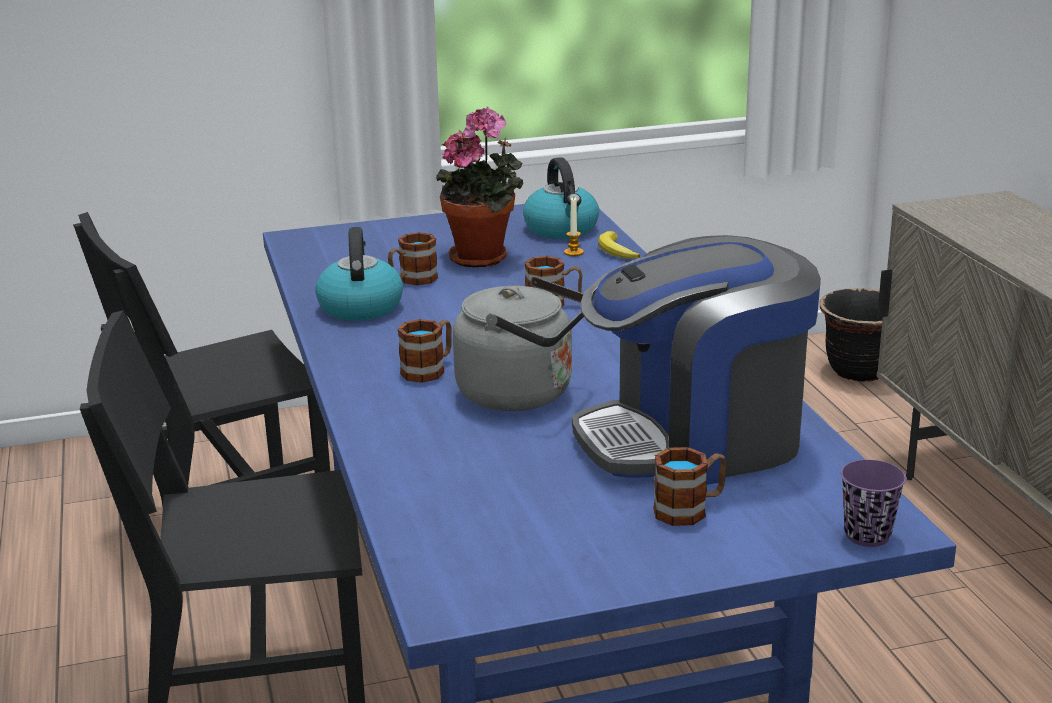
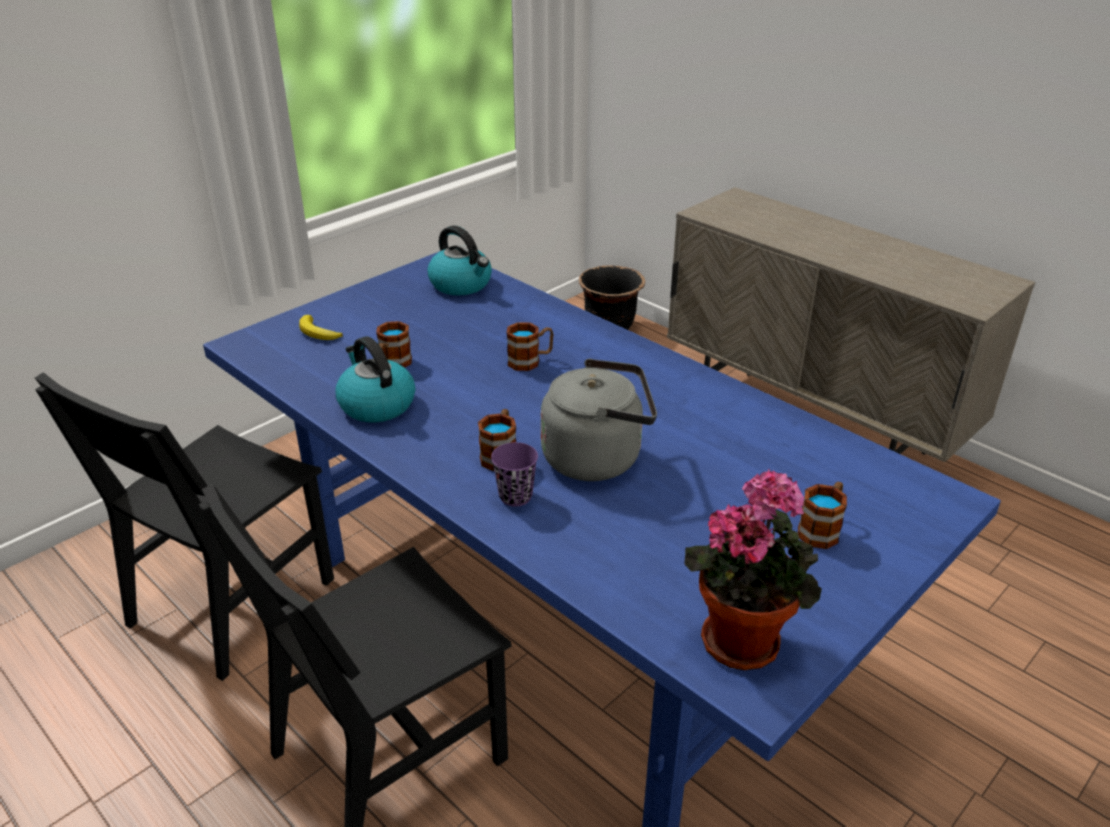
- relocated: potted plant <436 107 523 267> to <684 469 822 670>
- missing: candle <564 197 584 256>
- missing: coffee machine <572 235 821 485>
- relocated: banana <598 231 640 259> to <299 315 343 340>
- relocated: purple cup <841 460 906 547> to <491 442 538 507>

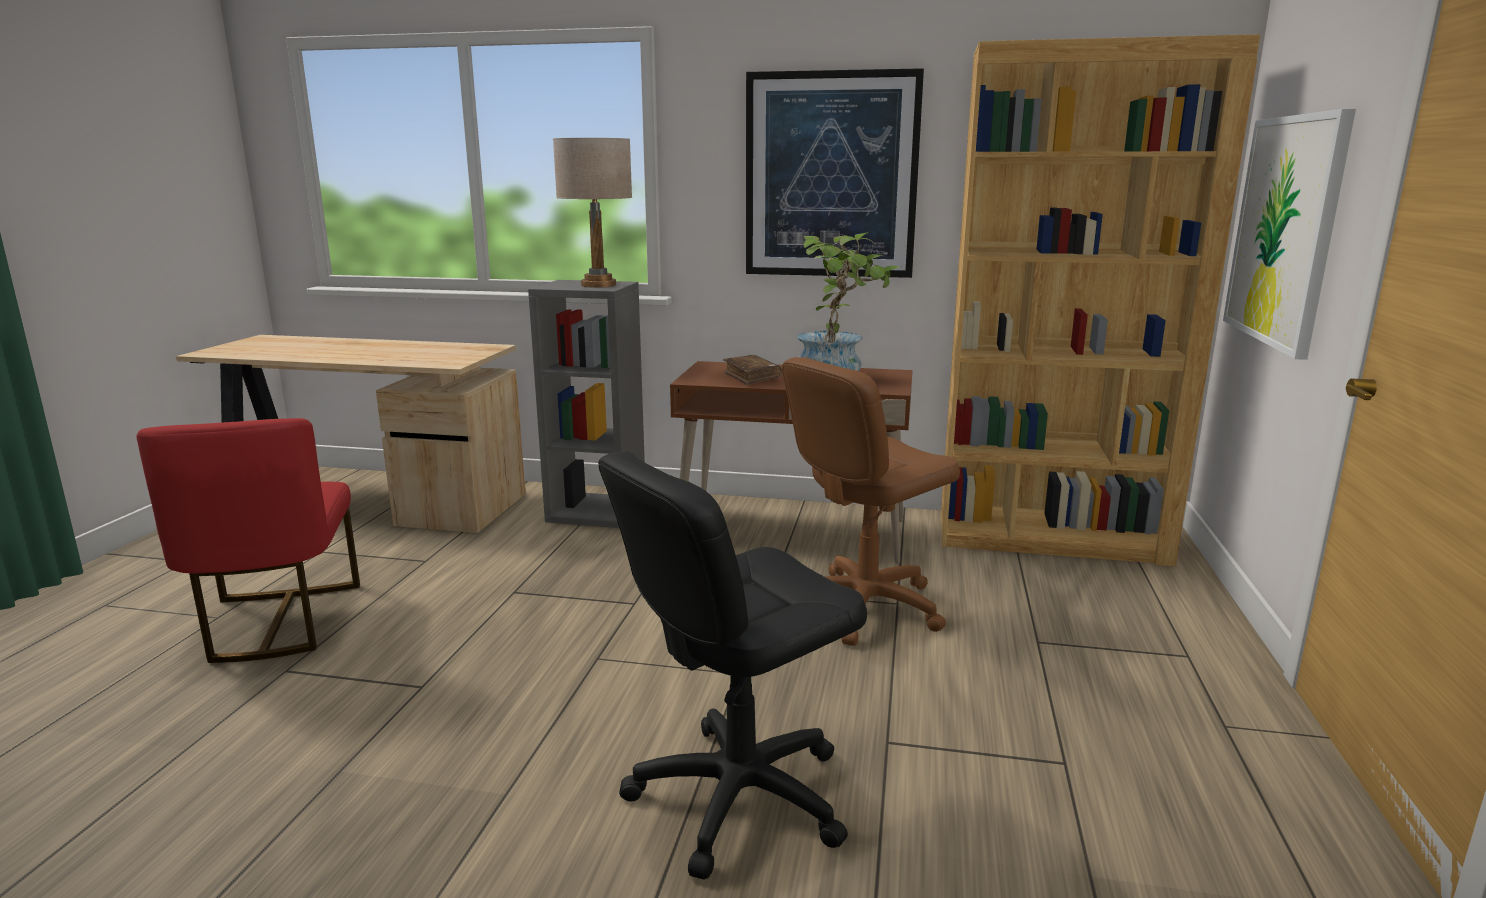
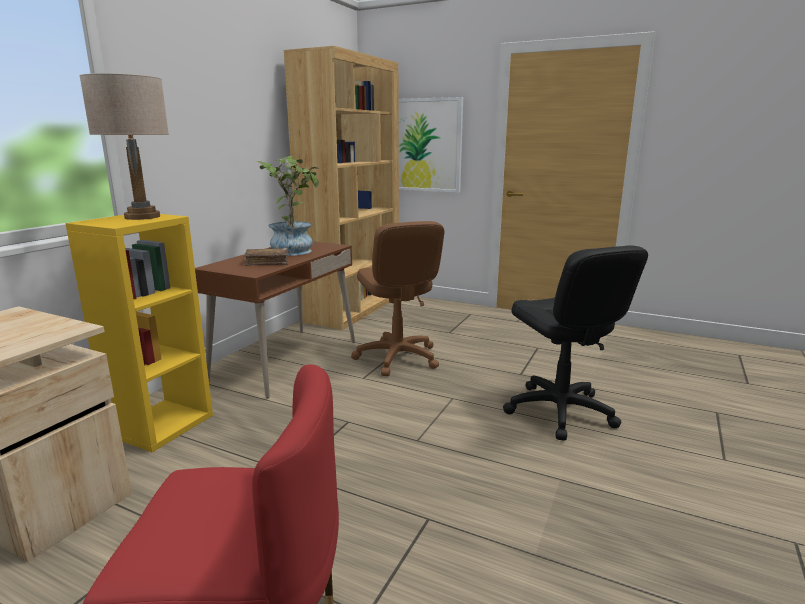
- colour: grey bookcase <528 280 645 528> to yellow bookcase <65 214 213 452>
- missing: picture <746 68 924 278>

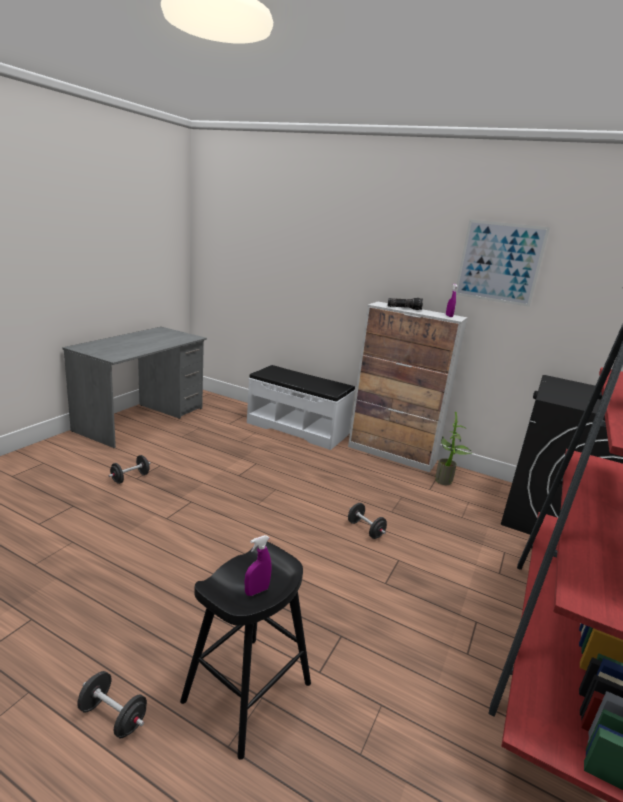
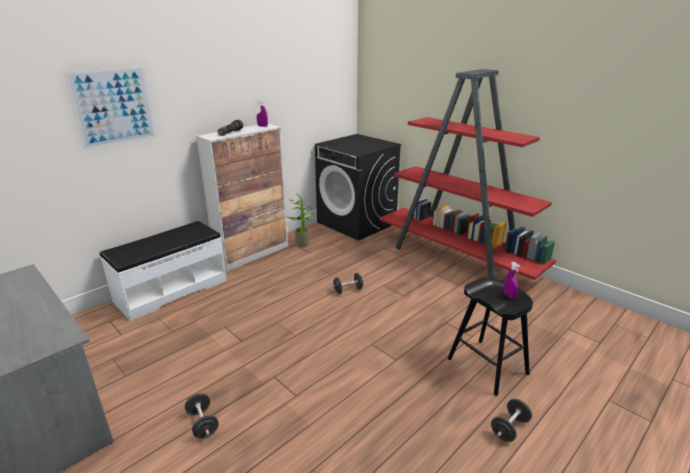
- relocated: picture <456 220 550 307> to <64 66 156 150>

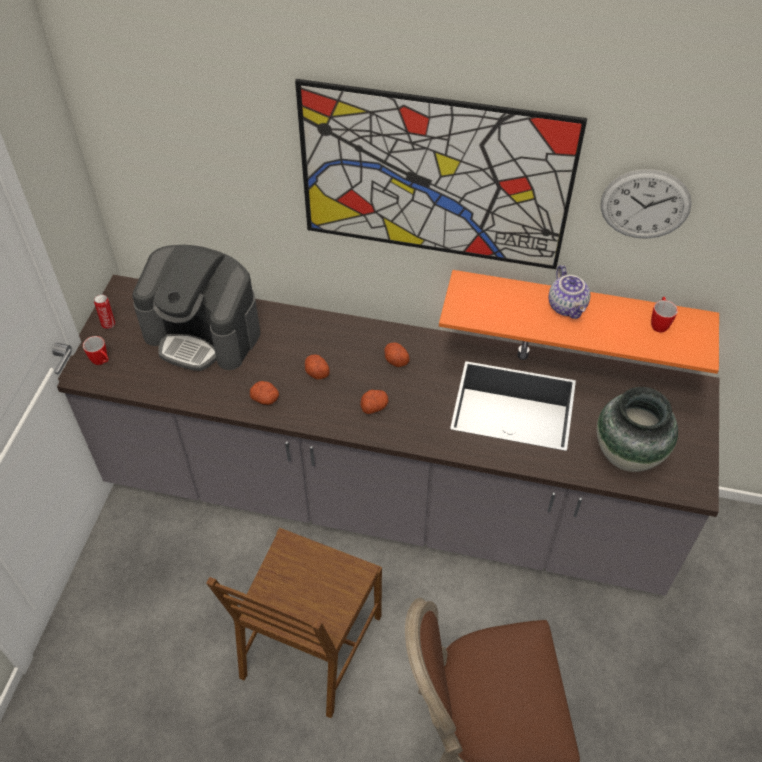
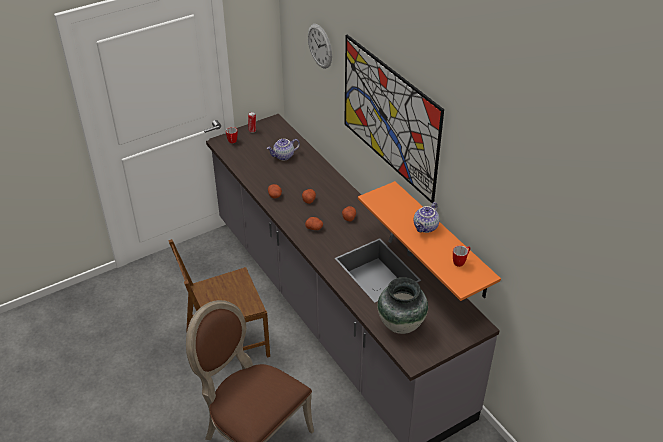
- exchanged: coffee machine <132 245 260 371> to teapot <267 139 300 161>
- relocated: wall clock <600 169 692 239> to <308 24 332 69>

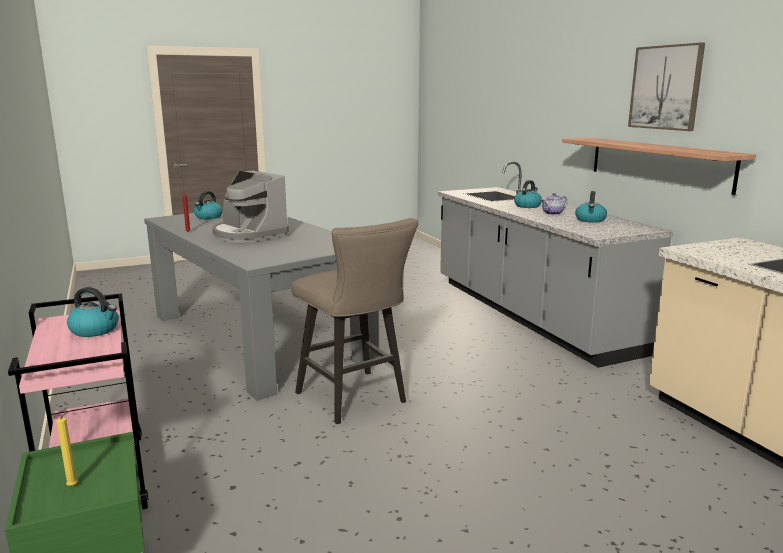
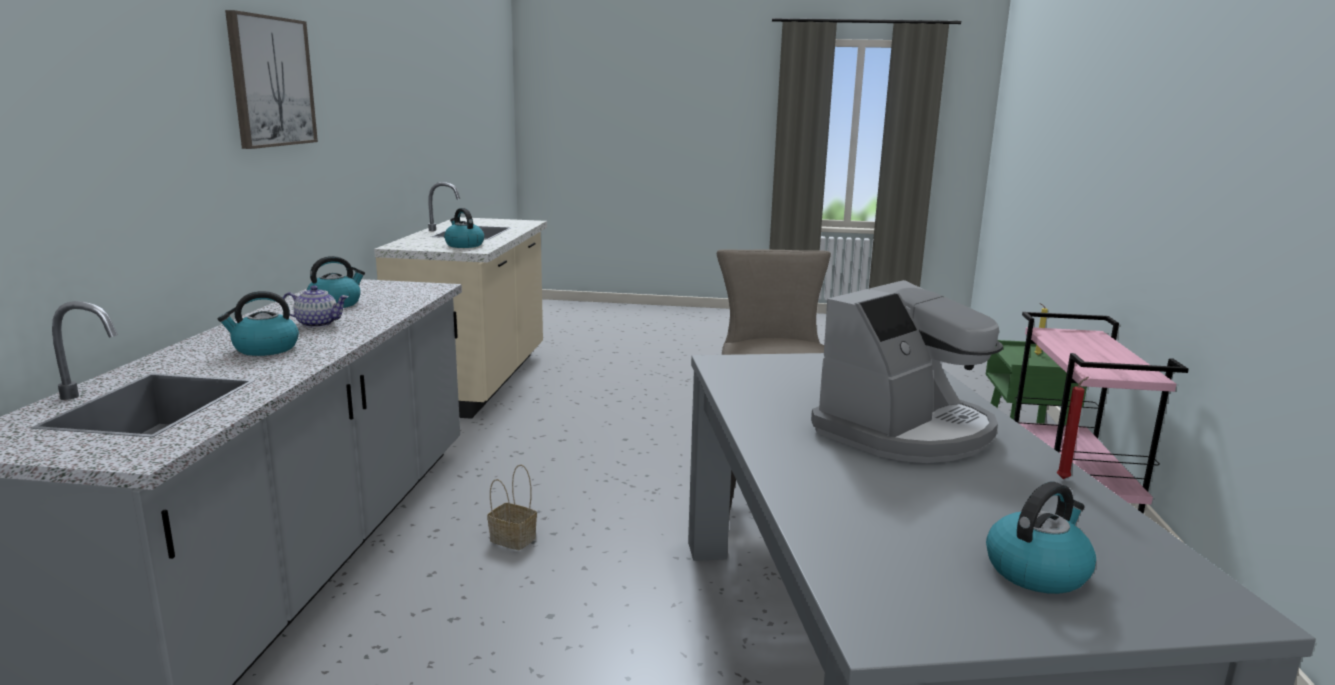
- relocated: kettle <67 287 119 337> to <444 208 484 248>
- spun: coffee machine <212 171 289 243> = <811 280 1003 463> 60 degrees clockwise
- missing: shelf <562 138 756 195>
- appeared: basket <487 465 537 550>

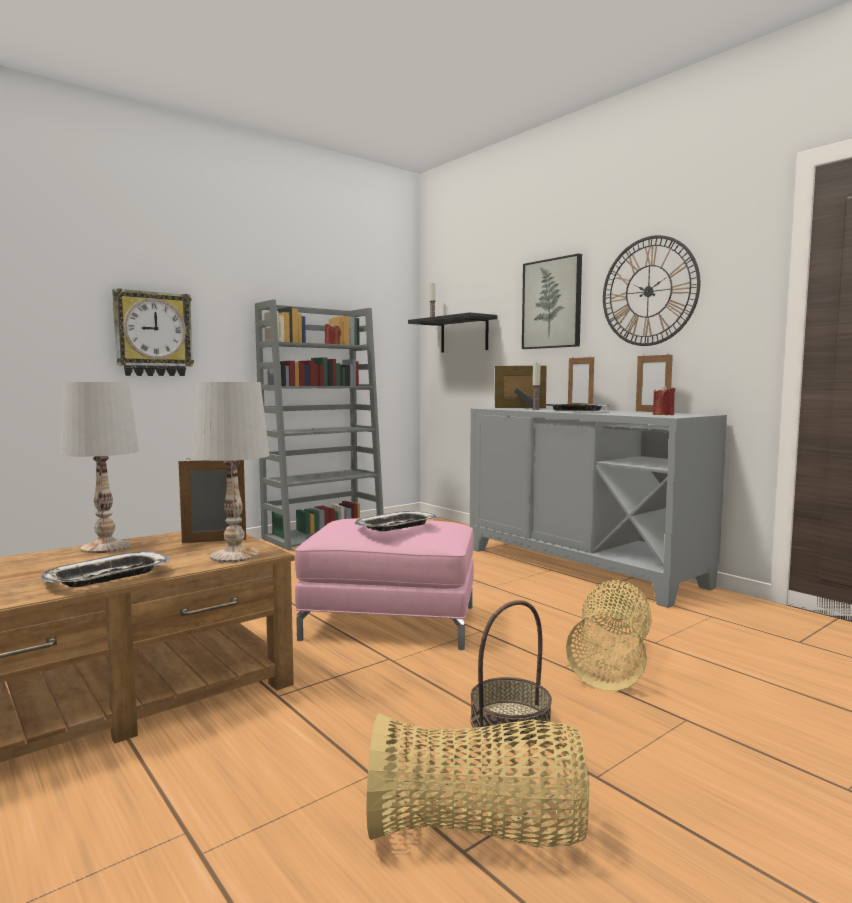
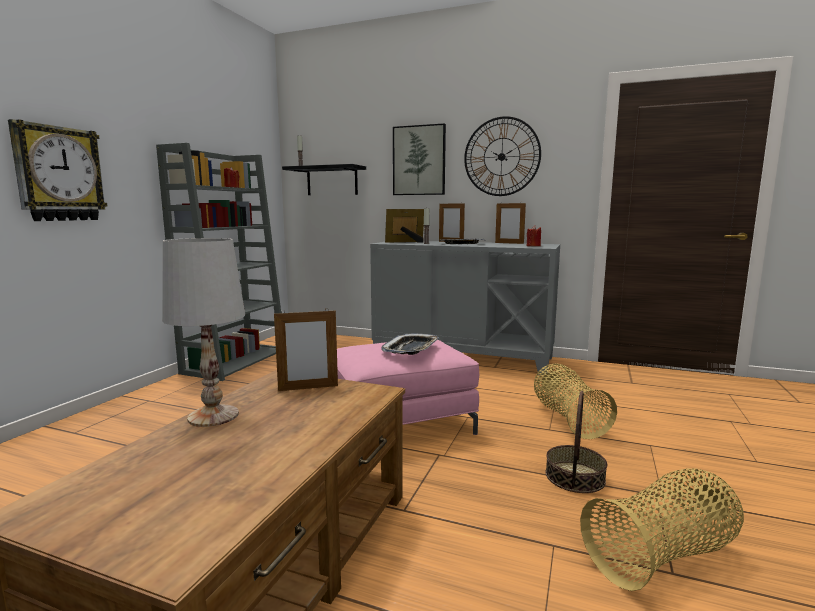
- missing: tray <41 551 171 587>
- spun: picture frame <179 458 246 543> = <274 308 338 391> 150 degrees counterclockwise
- missing: white table lamp <192 382 270 563>

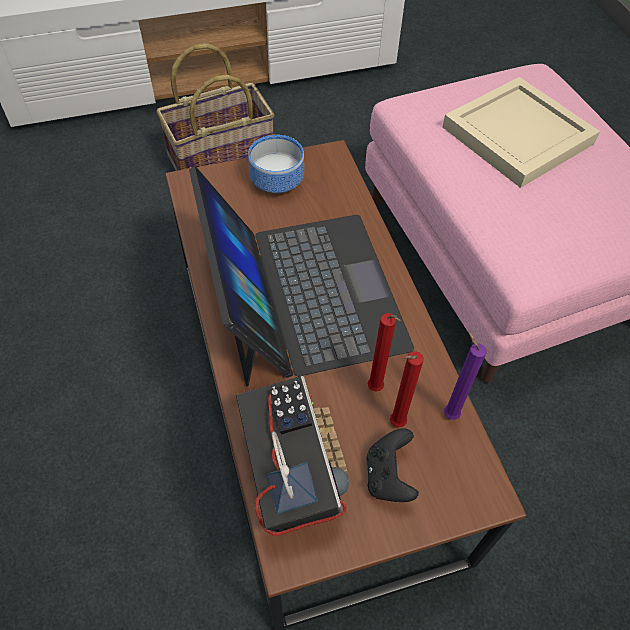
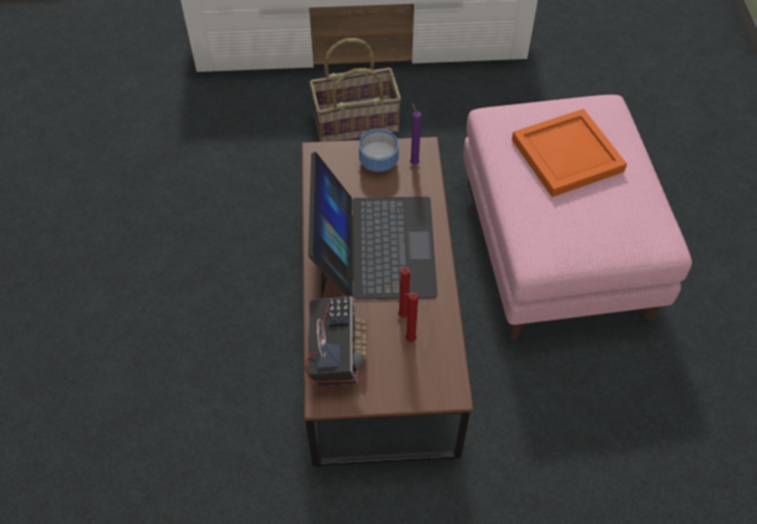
- missing: black game controller <366 428 419 502>
- colour: beige tray <442 77 600 188> to orange tray <512 109 627 197>
- relocated: purple candle <444 331 487 420> to <410 103 421 165>

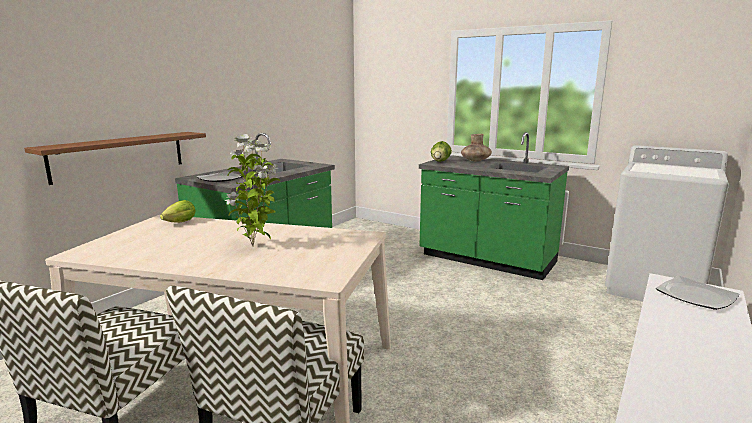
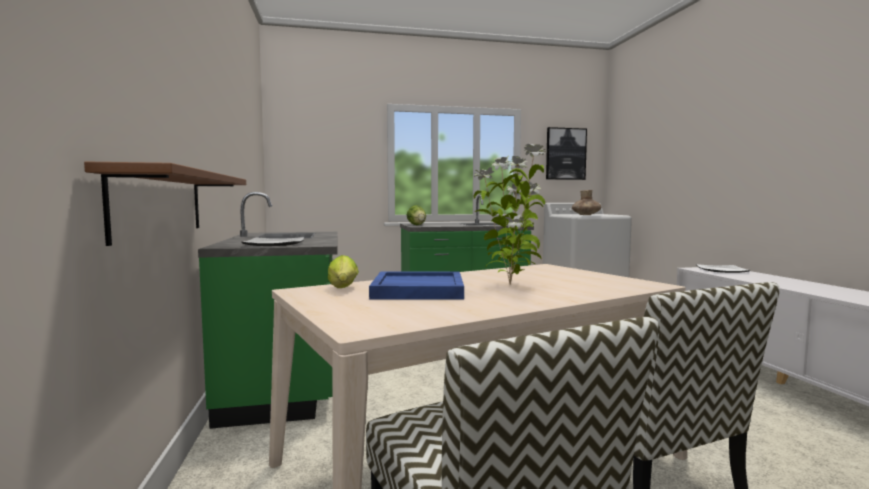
- relocated: brown vase <461 134 492 161> to <572 190 601 215>
- appeared: blue tray <369 272 464 299>
- appeared: picture <546 127 587 180>

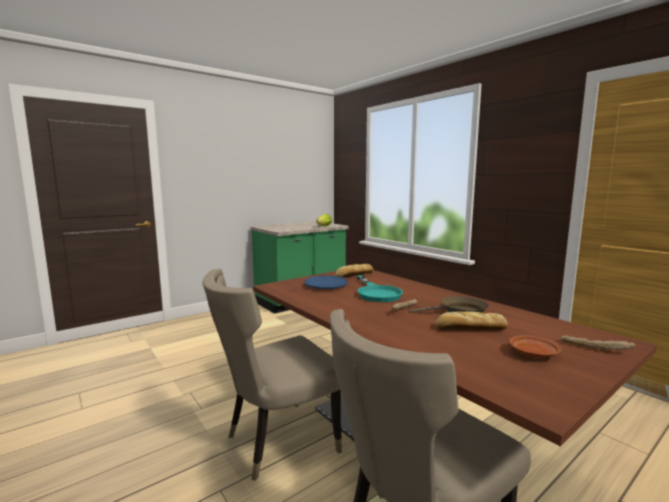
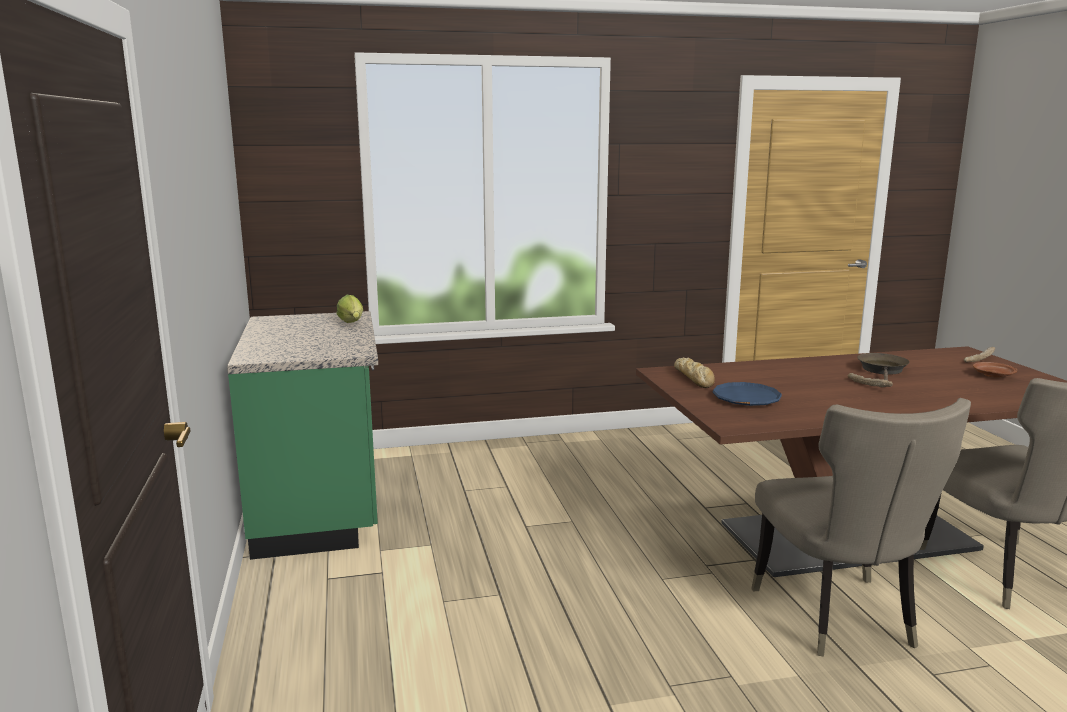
- missing: turquoise frying pan <357 275 403 302>
- missing: bread <436 311 508 330>

